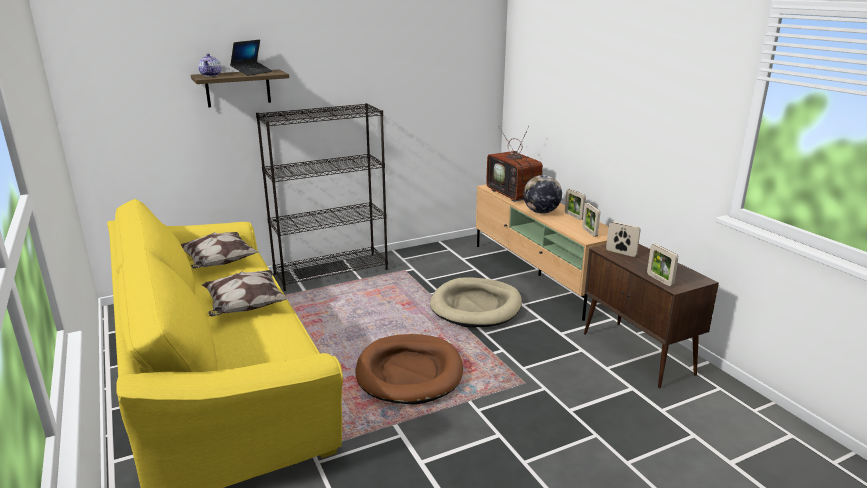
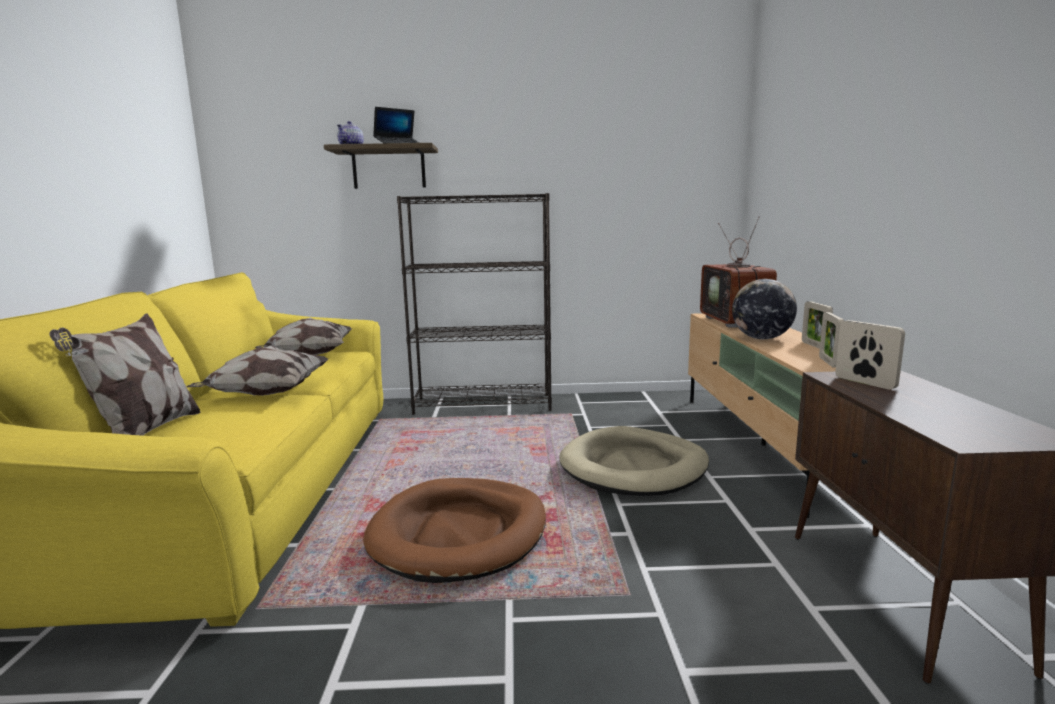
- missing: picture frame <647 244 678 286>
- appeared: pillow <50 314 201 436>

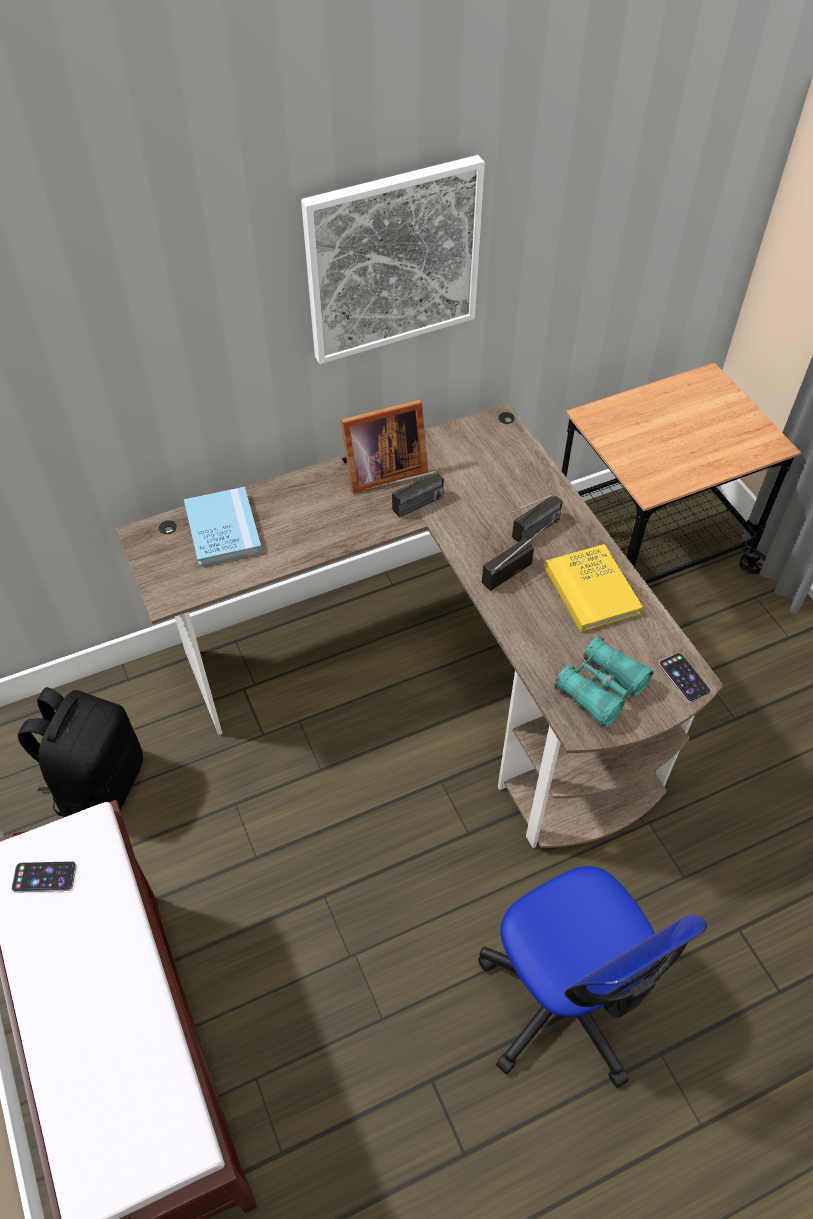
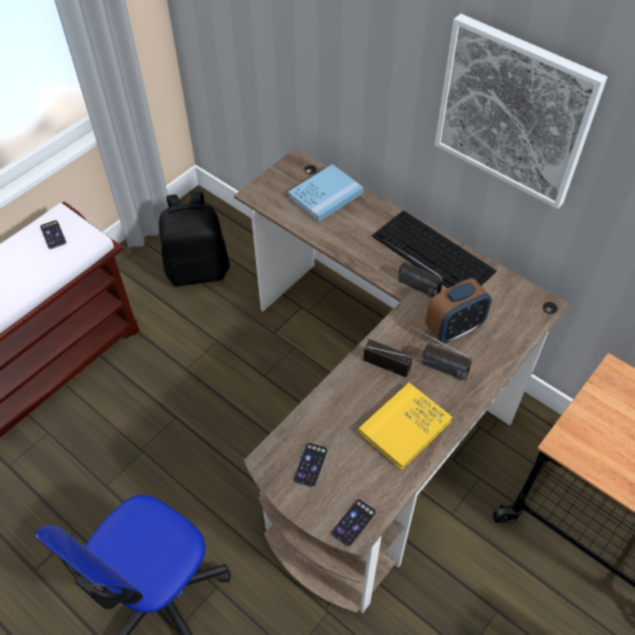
- exchanged: picture frame <341 400 428 494> to keyboard <372 210 497 288>
- exchanged: turquoise binoculars <554 636 654 727> to phone <293 442 328 488>
- appeared: alarm clock <426 278 492 343>

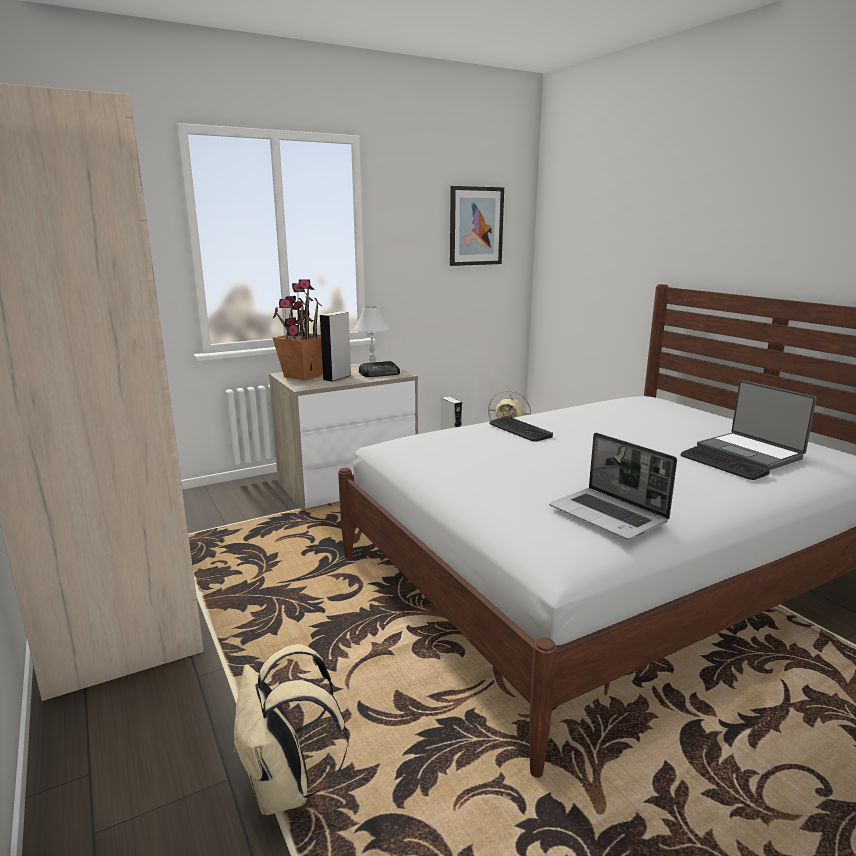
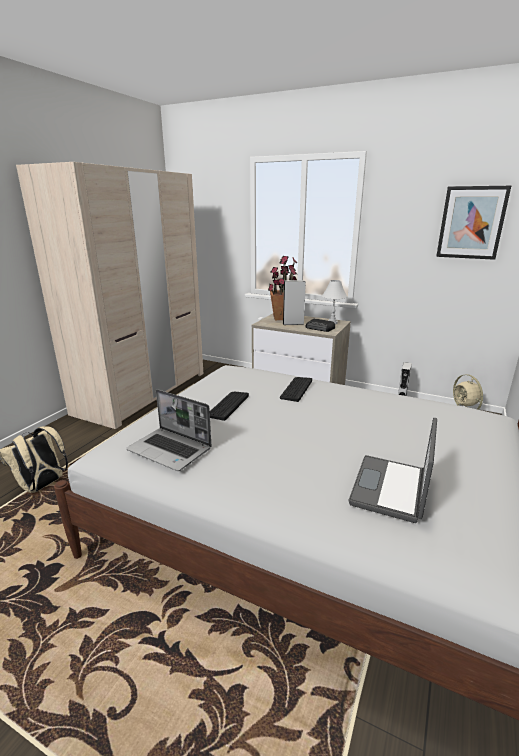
- spun: laptop <549 433 677 540> = <126 389 211 471> 75 degrees counterclockwise
- relocated: keyboard <681 446 770 480> to <210 391 249 421>

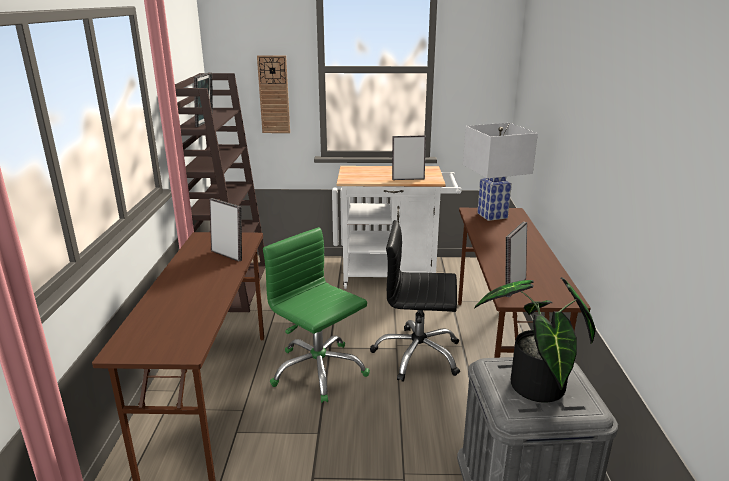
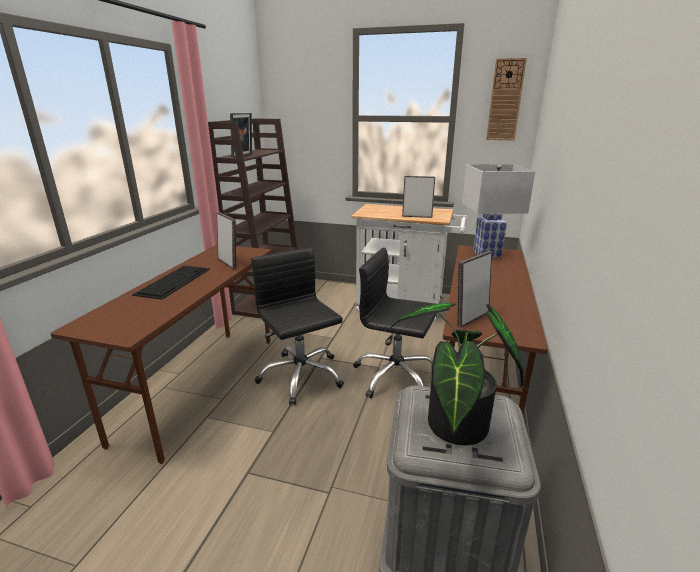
- relocated: wall clock <257 55 290 133> to <486 58 527 141>
- colour: green office chair <263 227 370 403> to black office chair <251 247 344 405>
- appeared: keyboard <132 266 210 300>

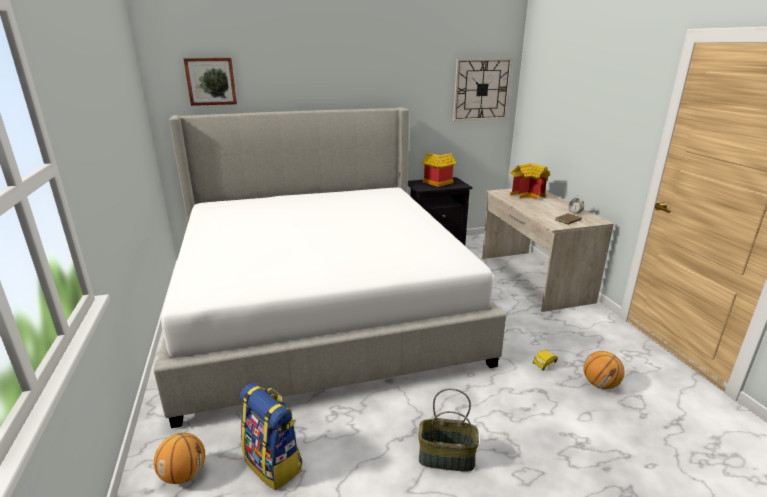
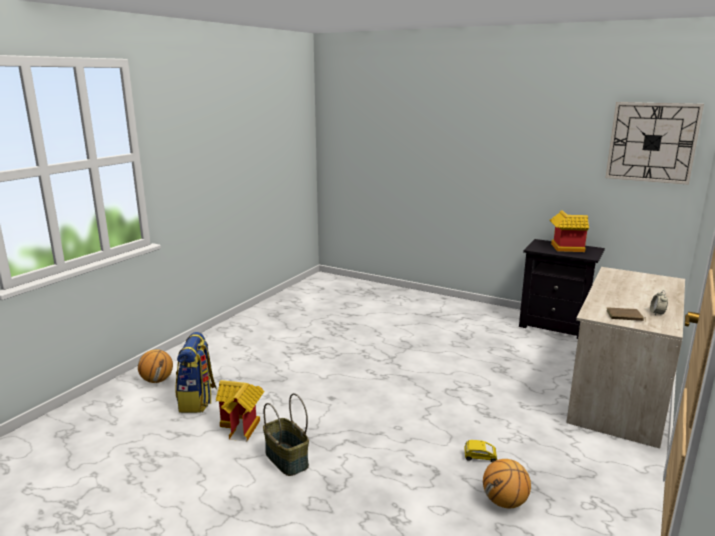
- missing: bed <154 107 506 428>
- missing: picture <183 58 237 106>
- relocated: toy house <510 163 551 200> to <216 380 265 442>

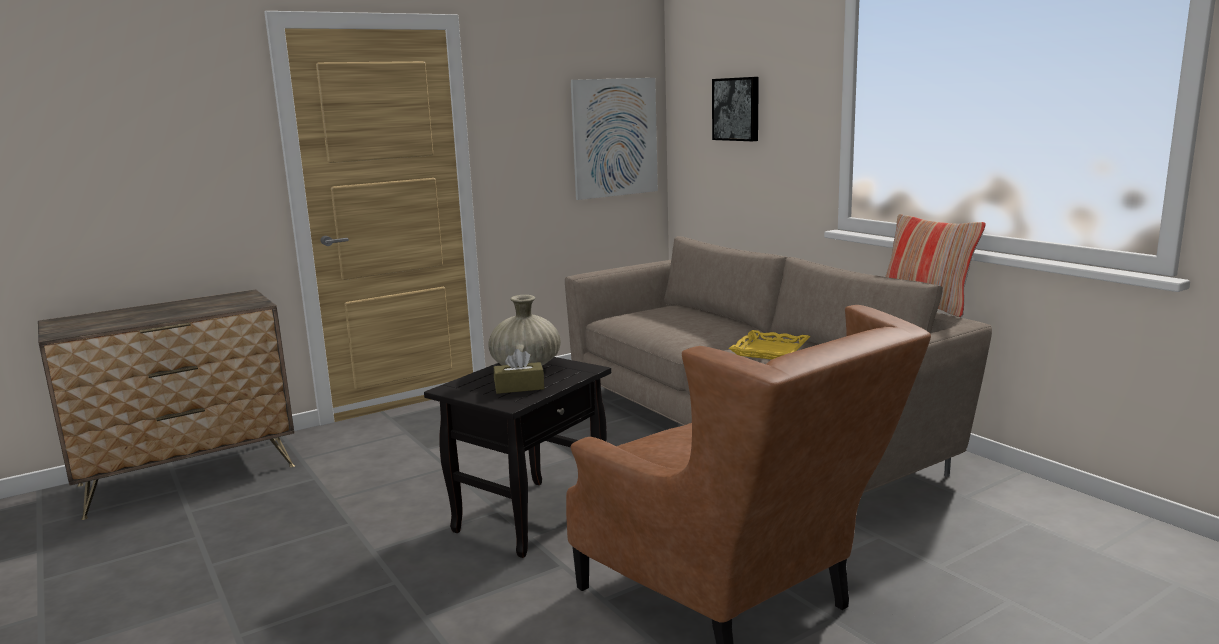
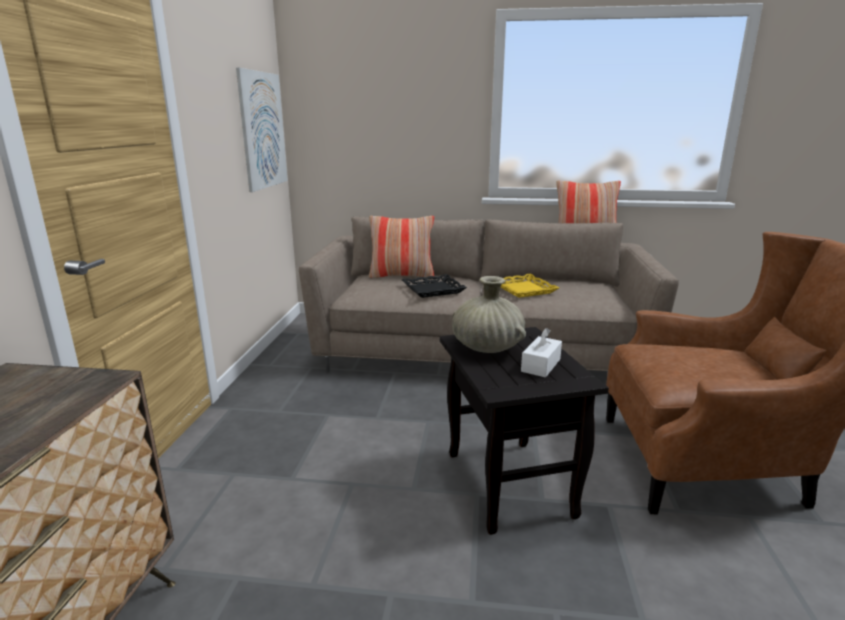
- colour: brown tissue box <494 349 544 394> to white tissue box <521 328 562 378>
- missing: picture <712 77 759 141>
- appeared: pillow <369 216 434 278>
- appeared: black tray <402 274 467 298>

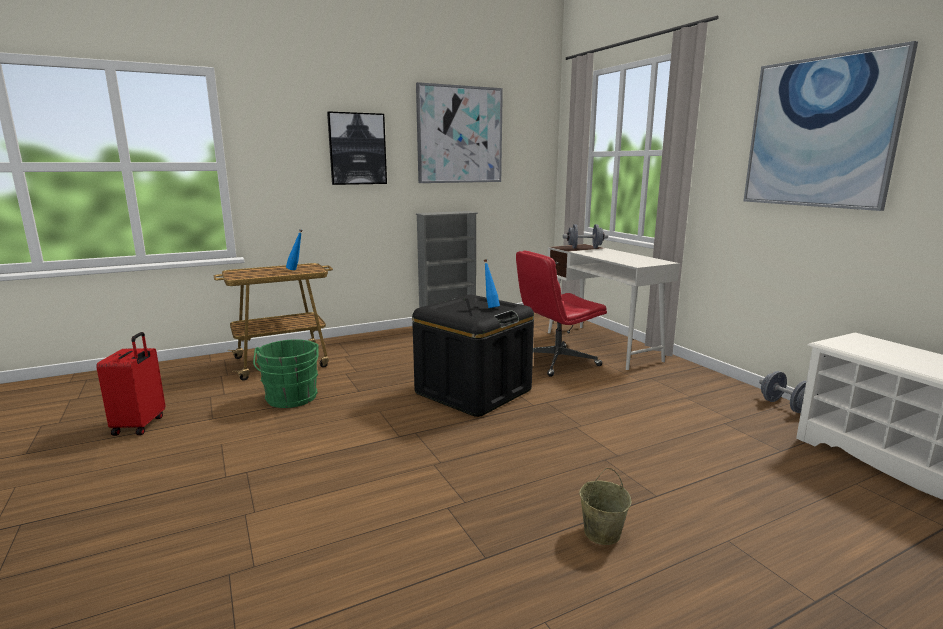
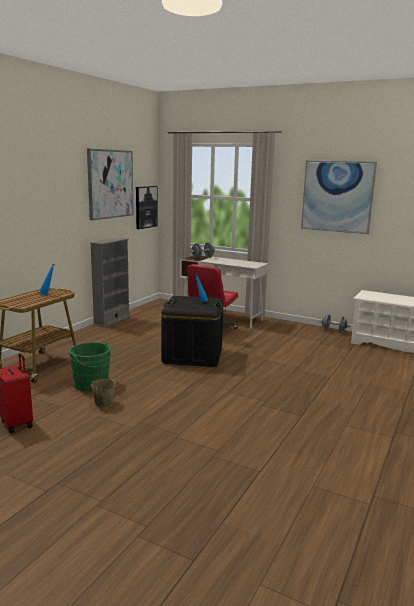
- relocated: picture <327 111 387 185> to <136 186 158 229>
- relocated: beige bucket <579 468 631 545> to <91 370 116 408>

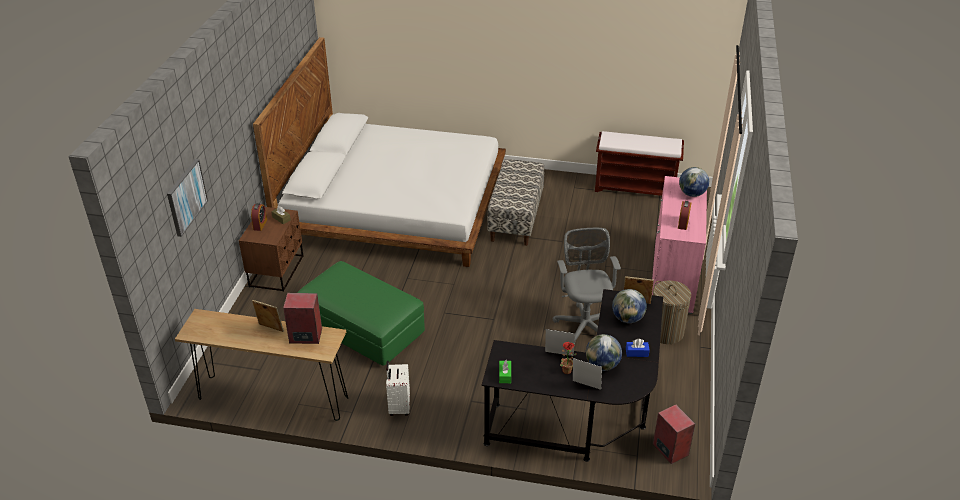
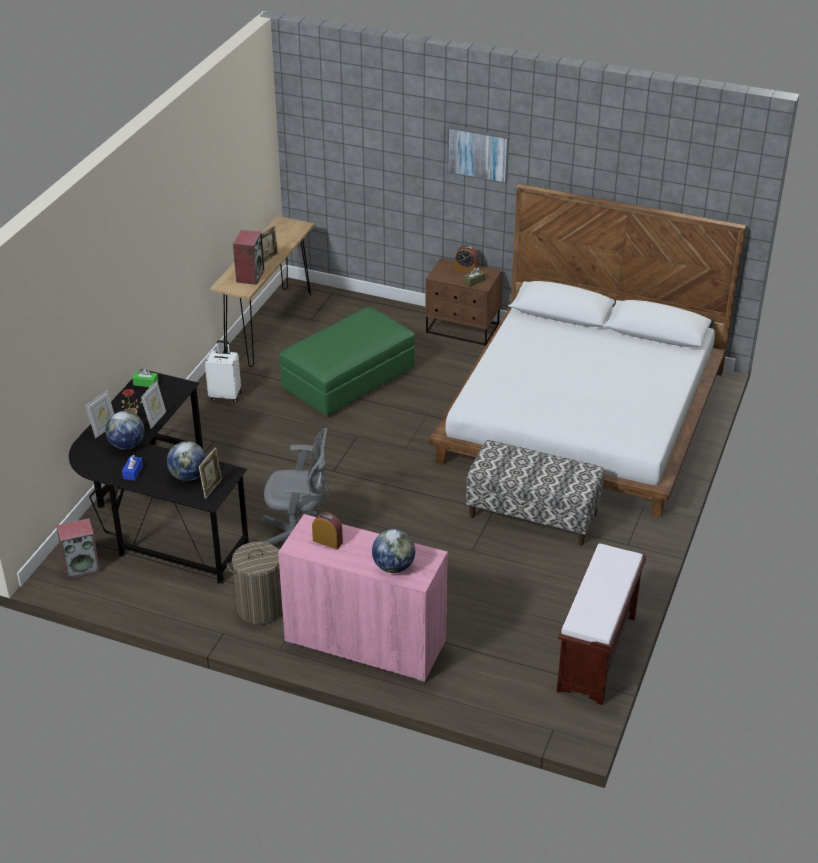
- relocated: picture <167 159 208 237> to <447 126 509 184>

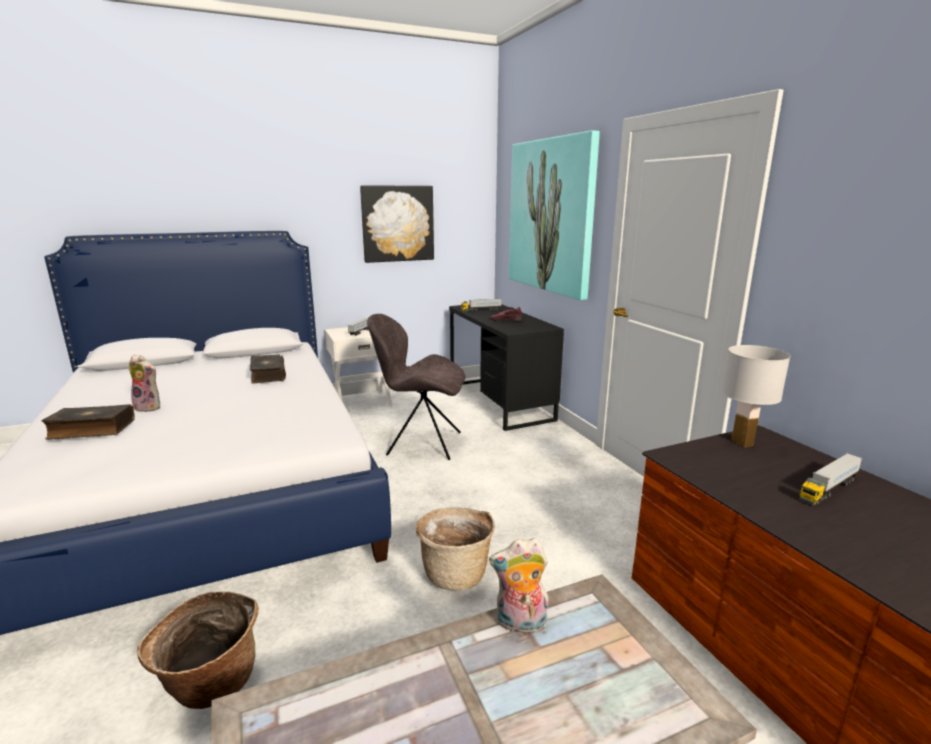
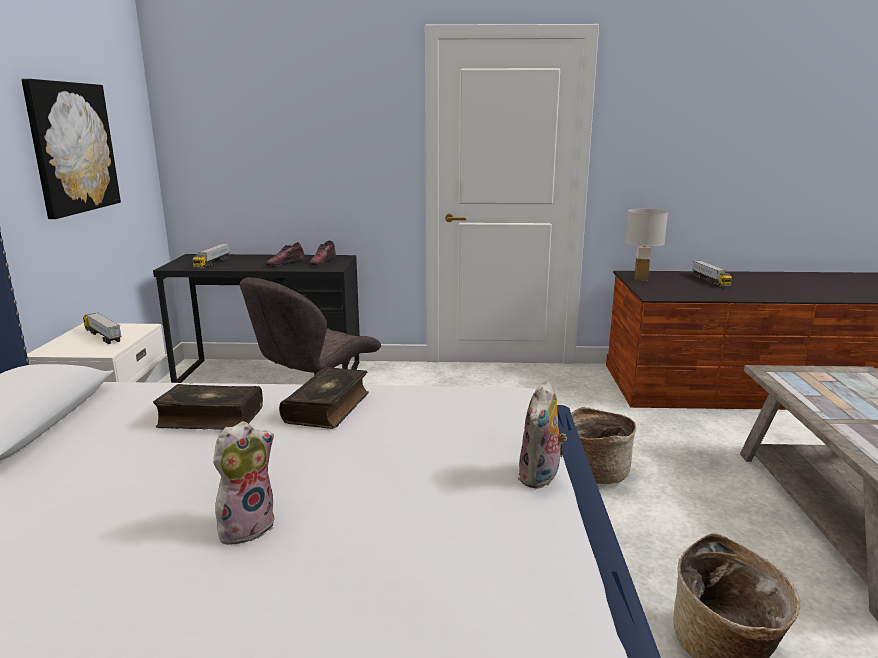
- relocated: book <42 404 135 440> to <279 367 369 429>
- relocated: plush toy <489 538 548 634> to <518 381 567 489>
- missing: picture <509 130 600 300>
- appeared: shoe <310 240 336 266>

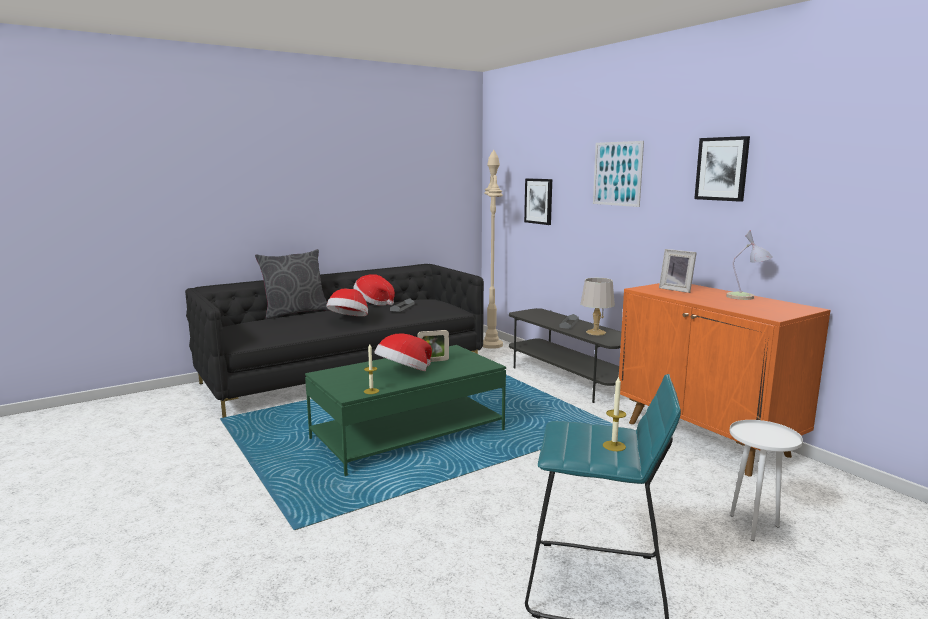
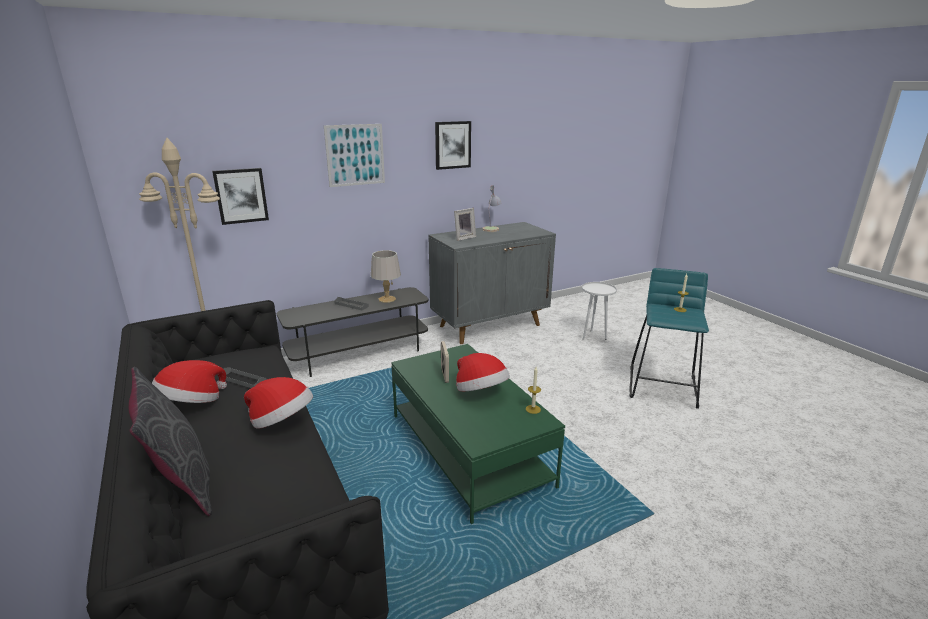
- colour: orange cabinet <619 283 831 476> to grey cabinet <428 222 556 344>

